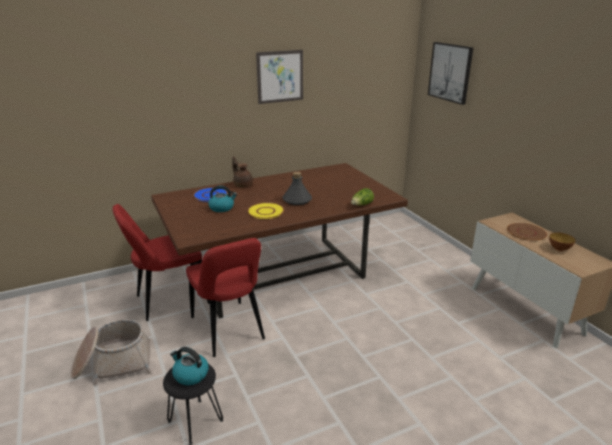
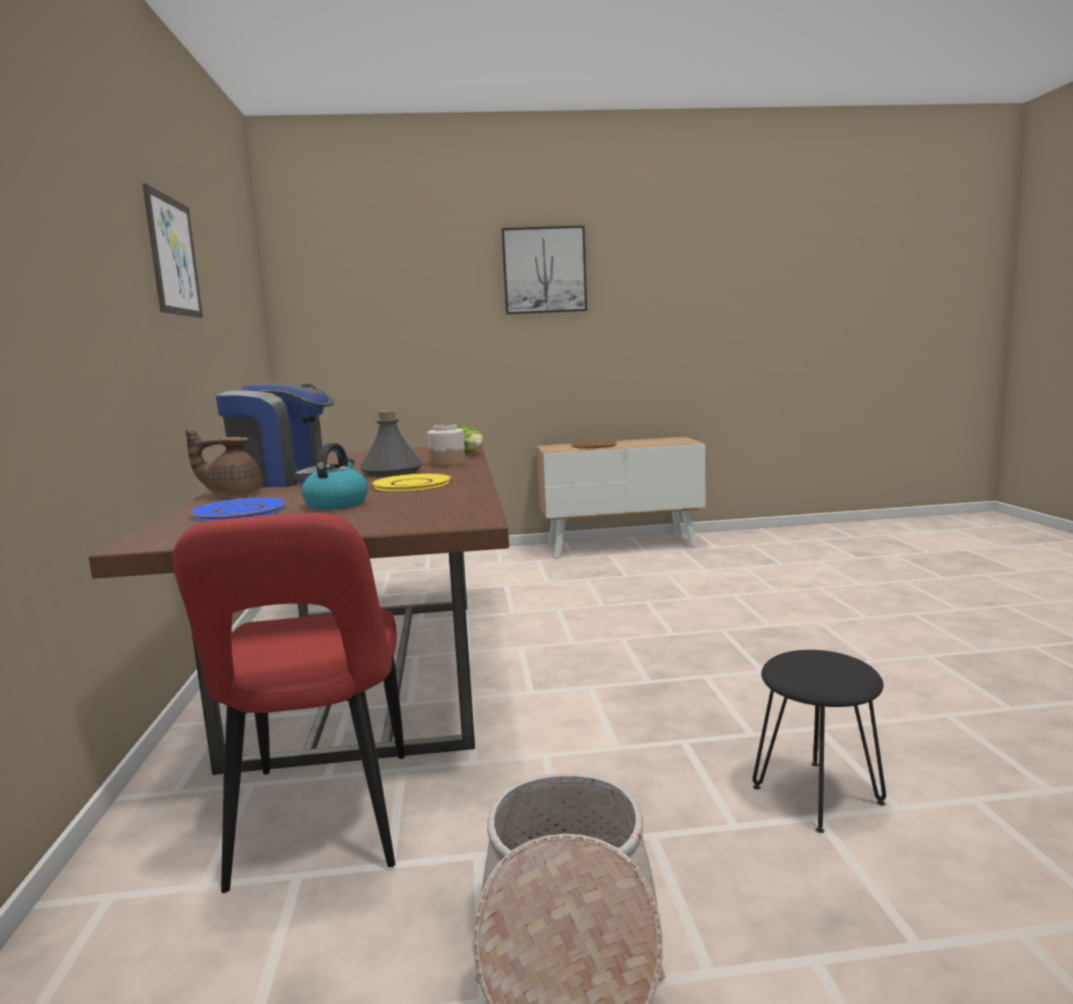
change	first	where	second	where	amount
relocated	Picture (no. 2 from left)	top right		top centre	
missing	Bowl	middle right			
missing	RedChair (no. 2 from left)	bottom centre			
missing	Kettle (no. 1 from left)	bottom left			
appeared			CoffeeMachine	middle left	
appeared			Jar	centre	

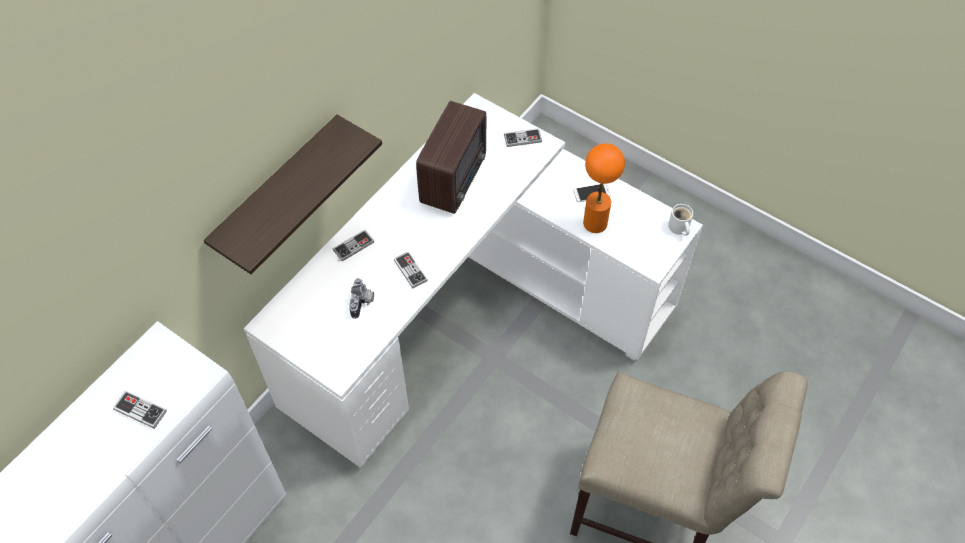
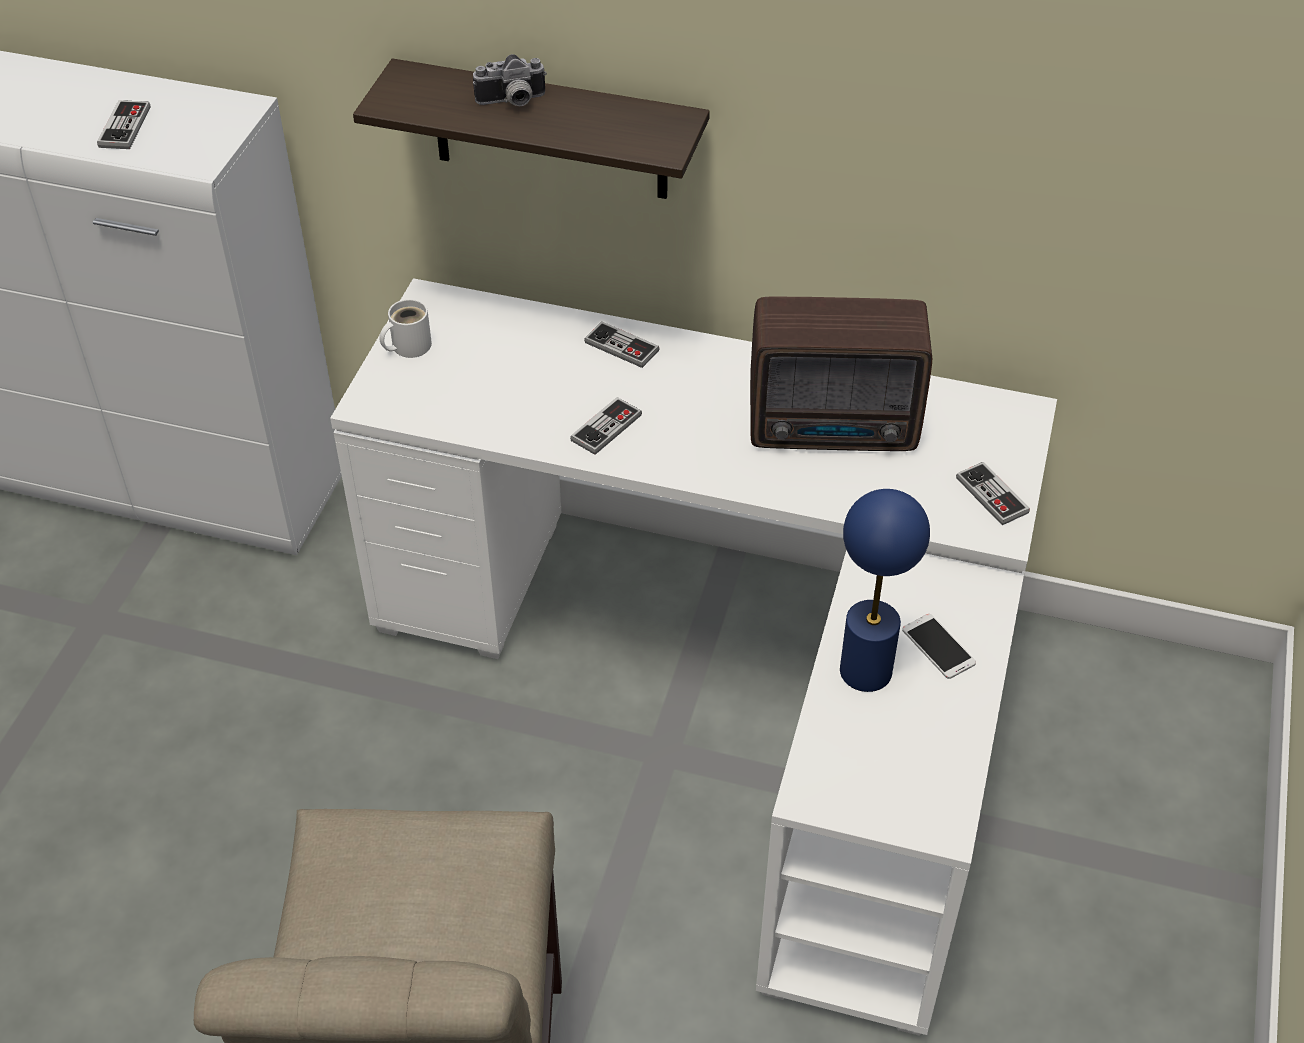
change	first	where	second	where	amount
colour	OrangeTableLamp	centre	BlueTableLamp	middle right	
relocated	WhiteMug	middle right		top left	
relocated	PhotoCamera	centre		top centre	

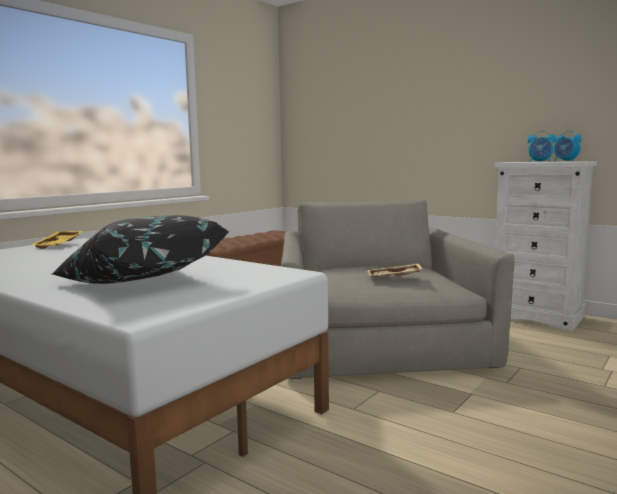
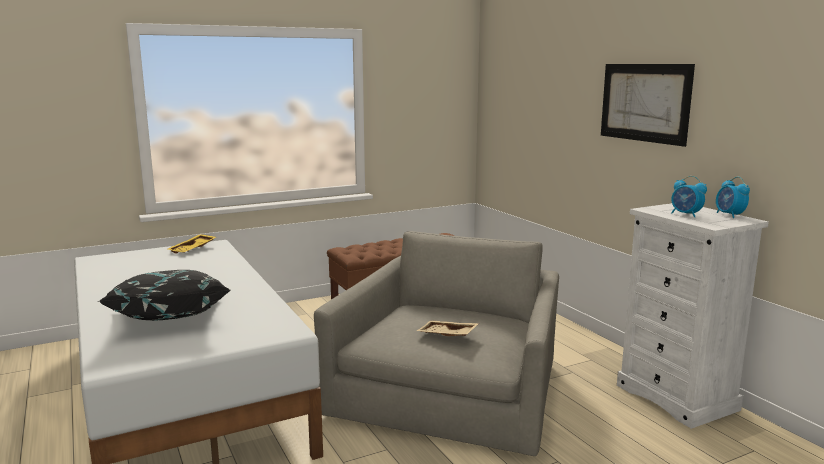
change	first	where	second	where	amount
appeared			Picture	top right	

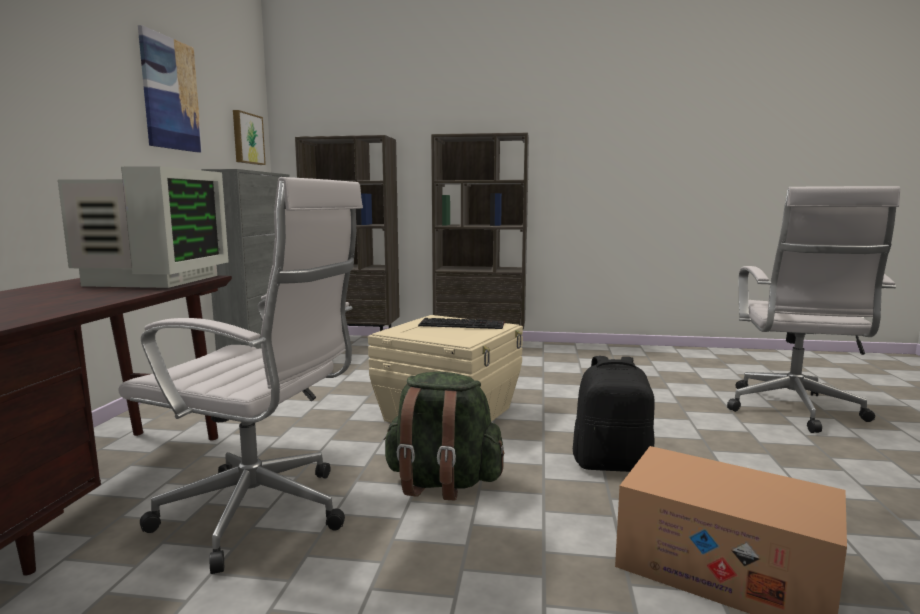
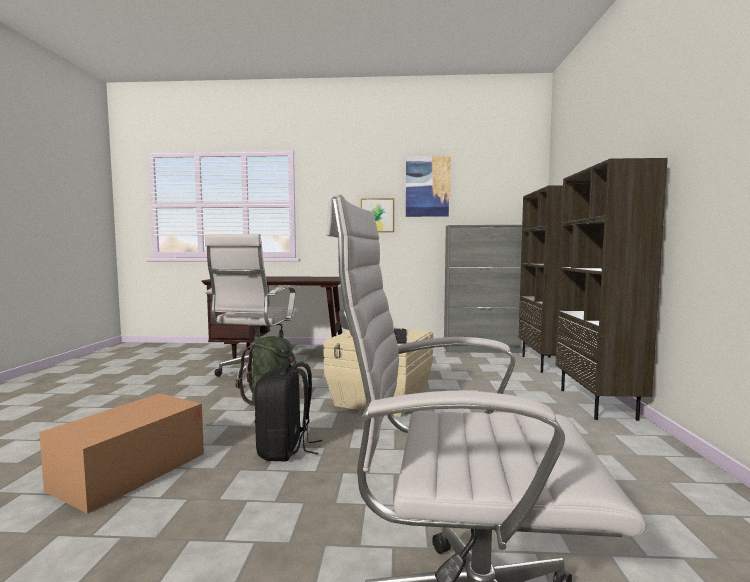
change	first	where	second	where	amount
relocated	Picture (no. 2 from left in the first image)	top left	Picture (no. 1 from left)	centre	
missing	Monitor	middle left			

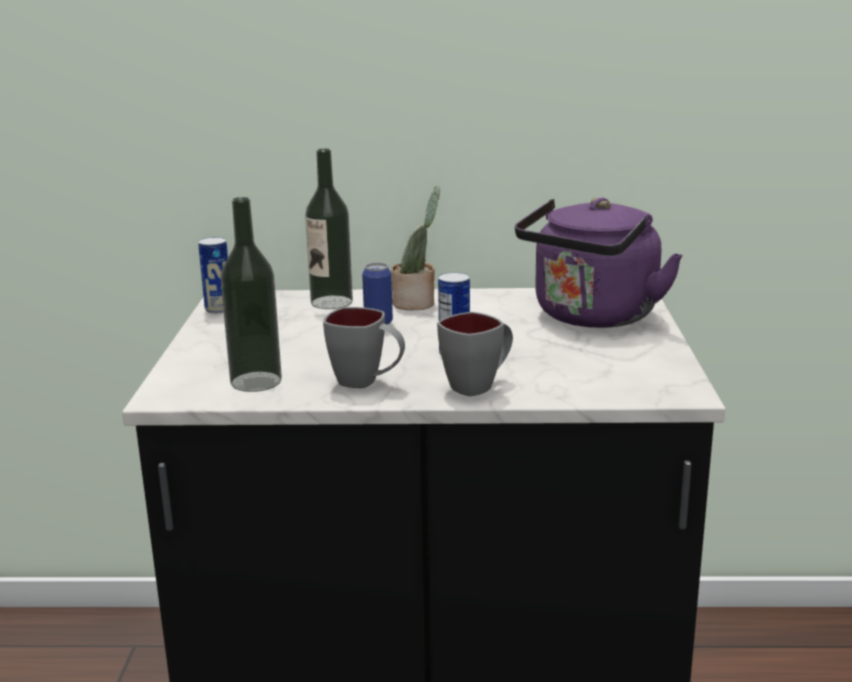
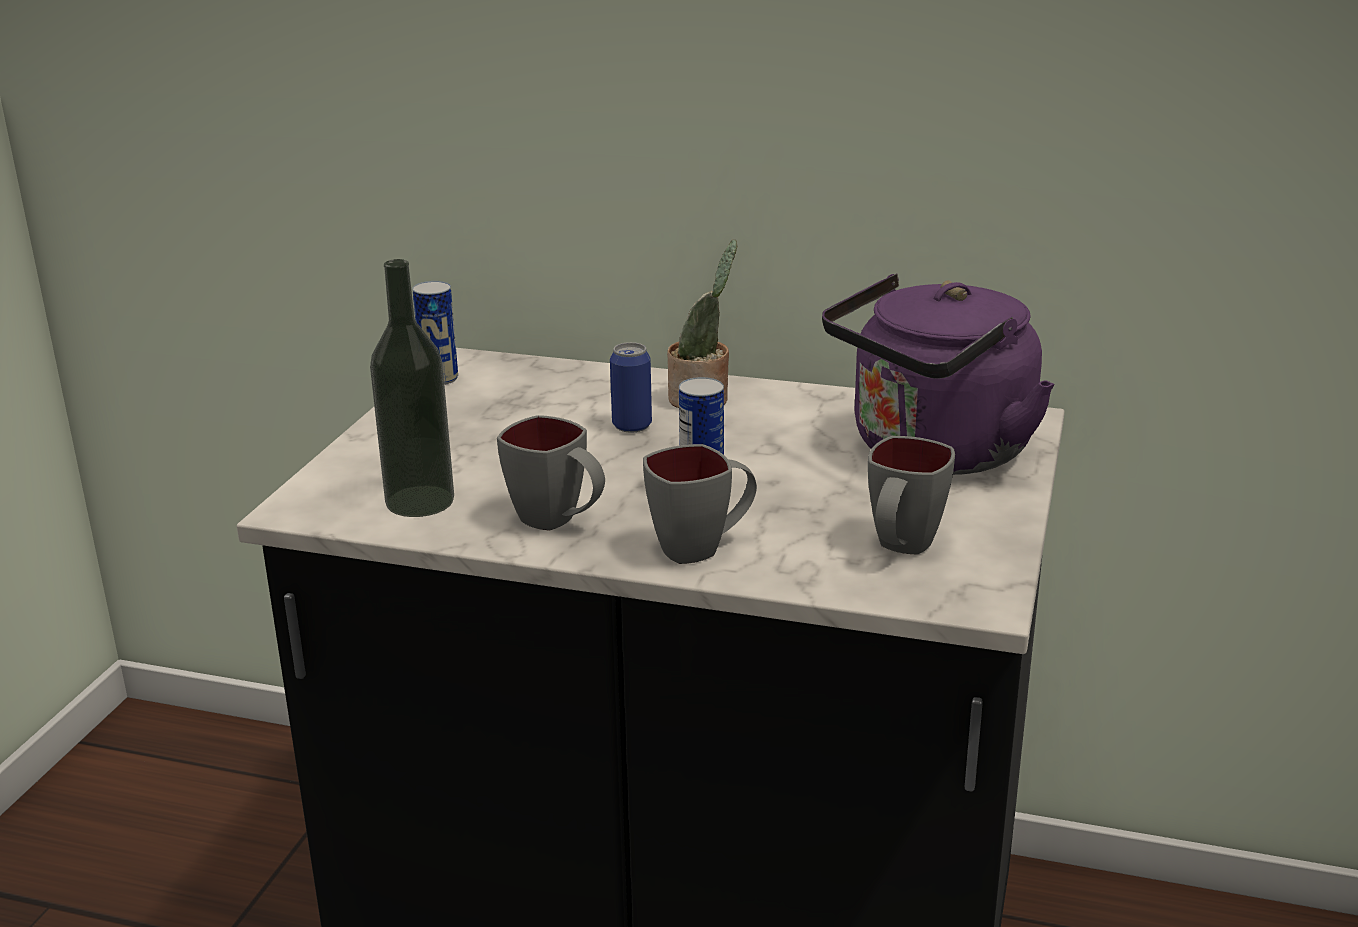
change	first	where	second	where	amount
missing	Bottle (no. 2 from left)	centre			
appeared			GreyMug (no. 3 from left)	middle right	

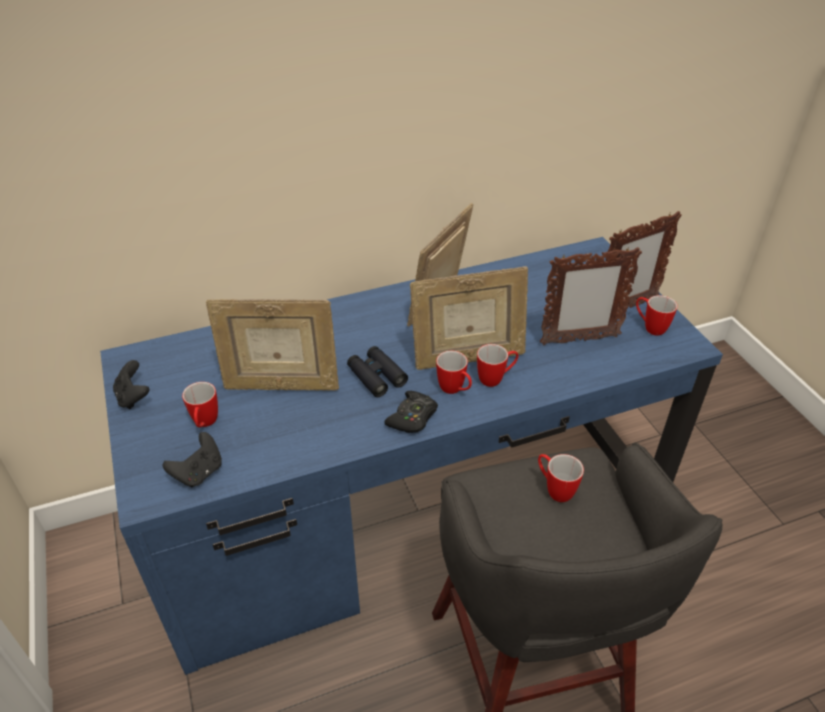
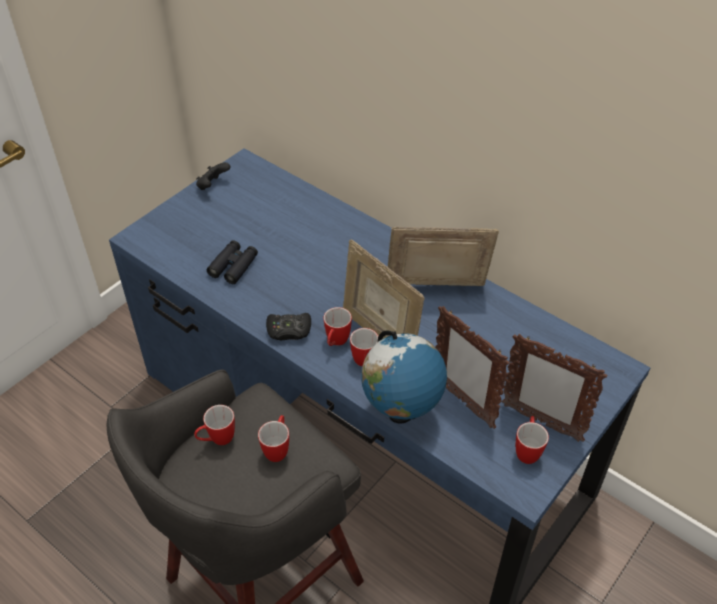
change	first	where	second	where	amount
missing	PictureFrame (no. 1 from left)	middle left			
relocated	BlackBinoculars	centre		middle left	
relocated	Mug (no. 1 from left)	middle left		bottom left	
missing	BlackGameController (no. 2 from left)	middle left			
appeared			Globe	centre	

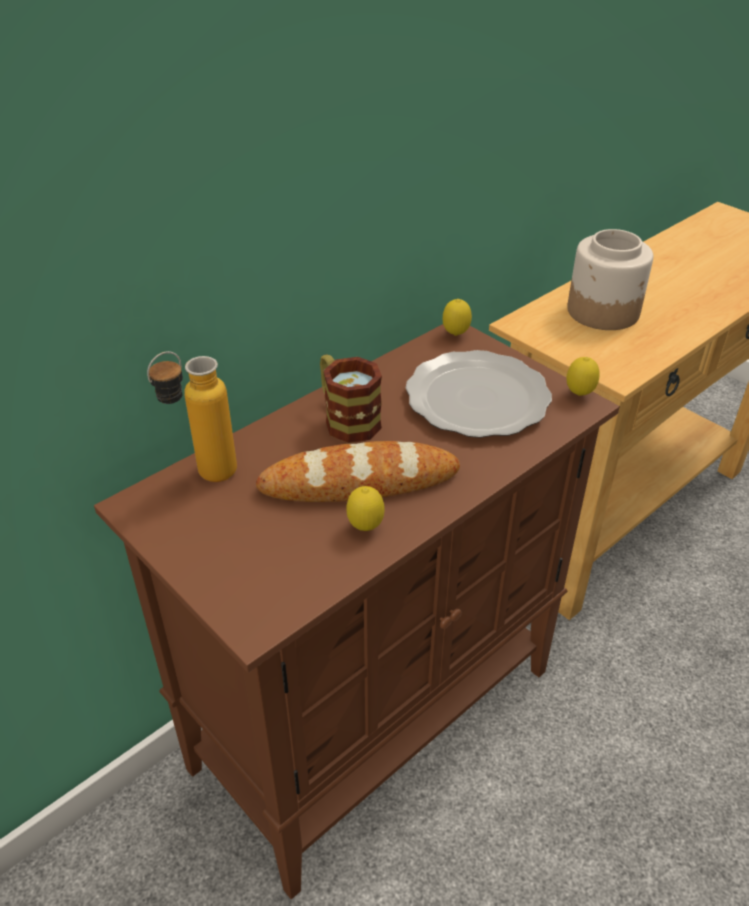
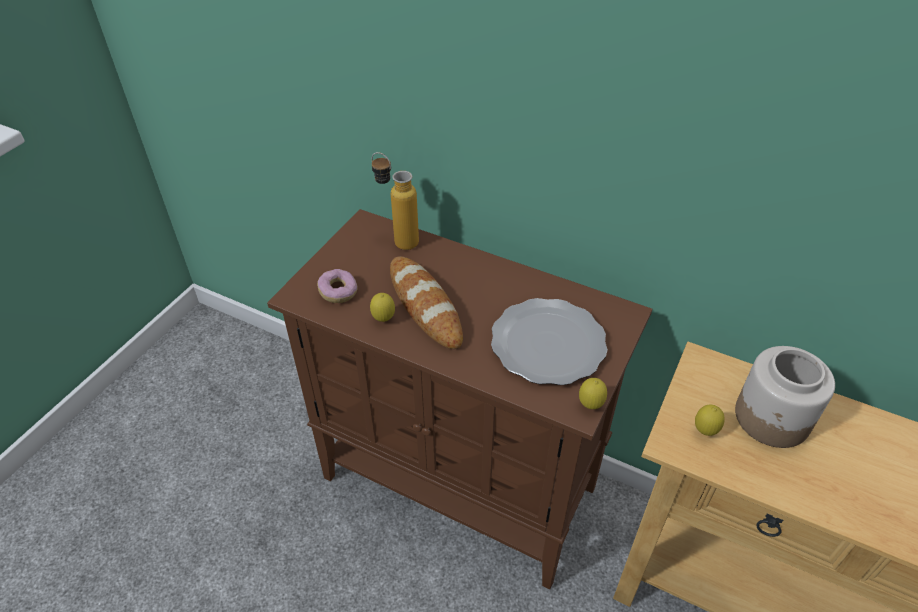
change	first	where	second	where	amount
relocated	Lemon (no. 2 from left in the first image)	centre	Lemon (no. 3 from left)	bottom right	
missing	Mug	centre			
appeared			Donut	centre	

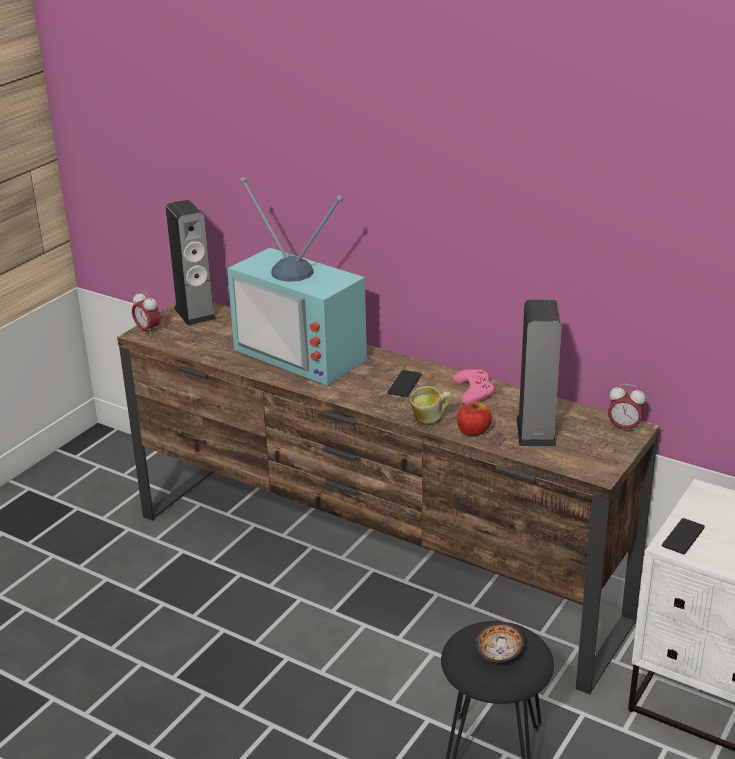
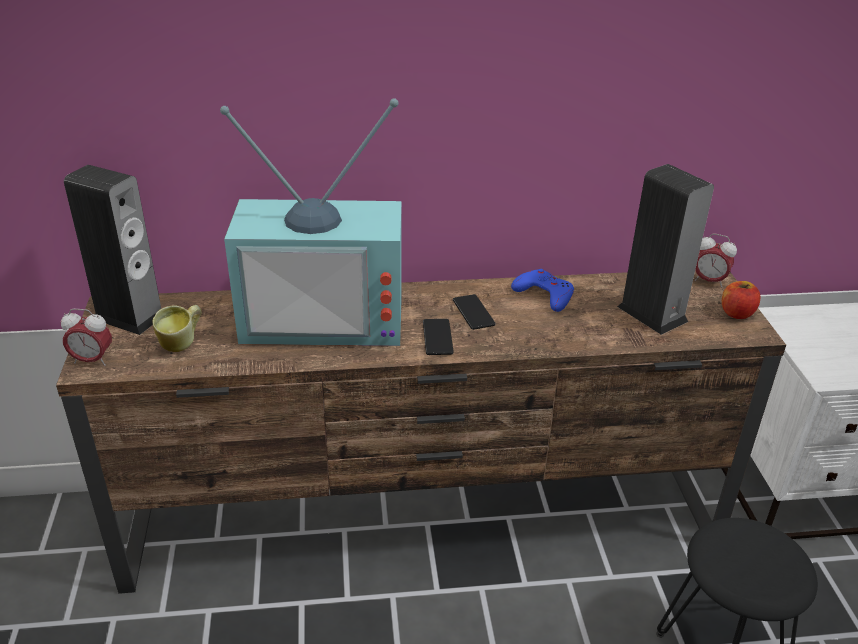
change	first	where	second	where	amount
colour	PinkGameController	centre	BlueGameController	centre	
spun	AlarmClock (no. 2 from left)	middle right		middle right	45 degrees clockwise
relocated	Mug	centre		middle left	
relocated	Apple	centre		middle right	
relocated	Phone (no. 2 from left in the first image)	bottom right	Phone (no. 1 from left)	centre	
missing	Bowl	bottom right			

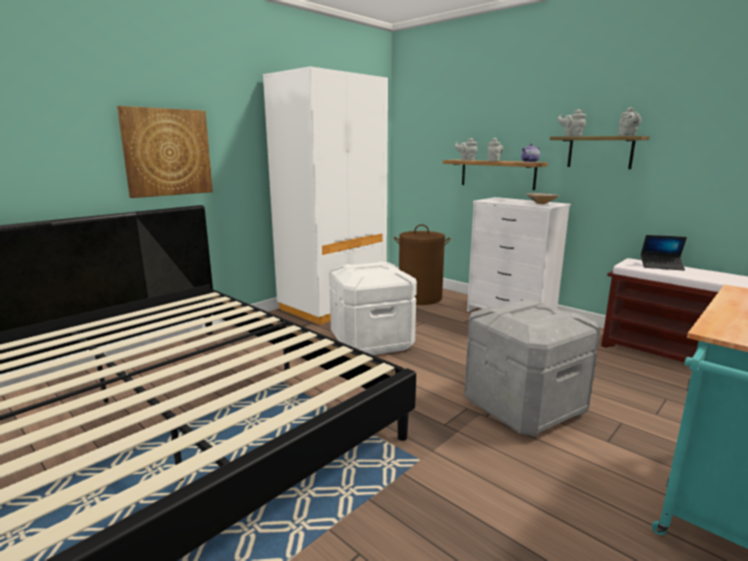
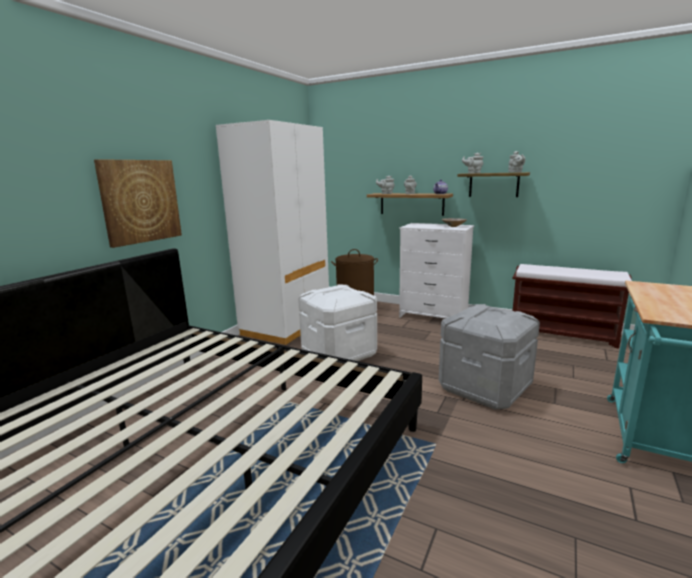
change	first	where	second	where	amount
missing	Laptop	middle right			

